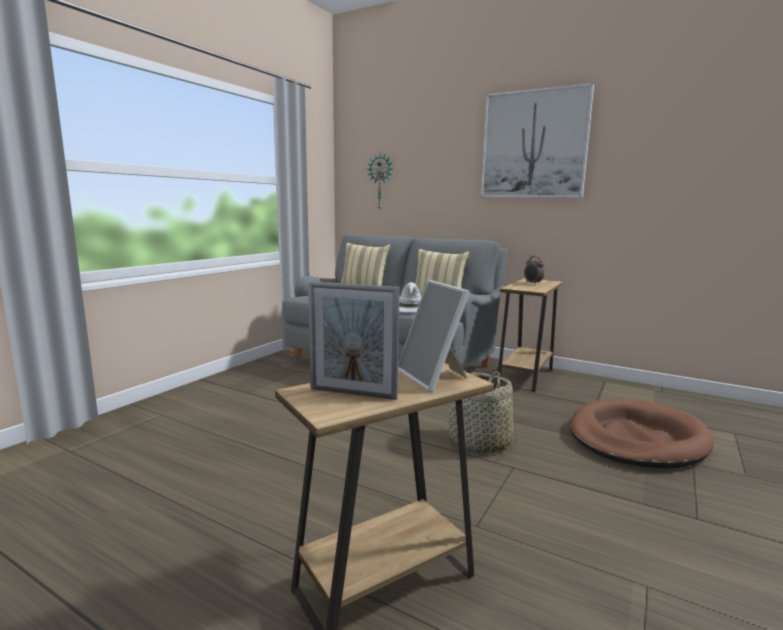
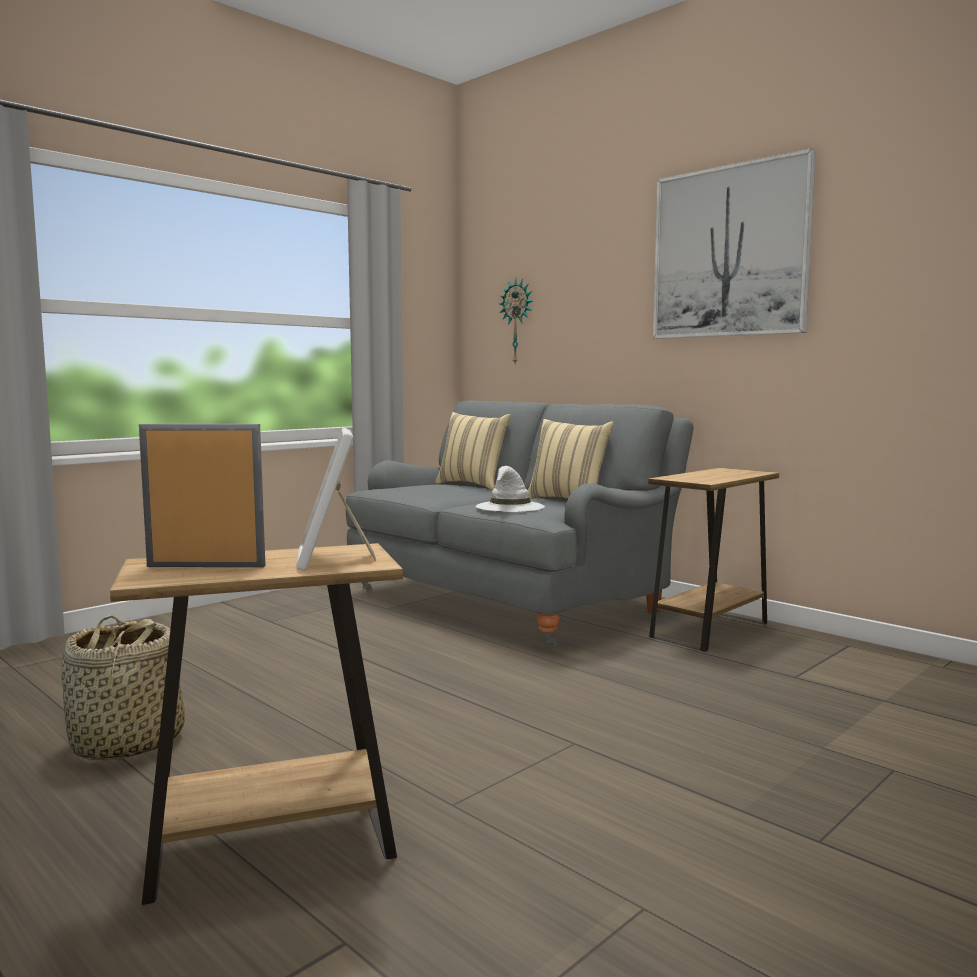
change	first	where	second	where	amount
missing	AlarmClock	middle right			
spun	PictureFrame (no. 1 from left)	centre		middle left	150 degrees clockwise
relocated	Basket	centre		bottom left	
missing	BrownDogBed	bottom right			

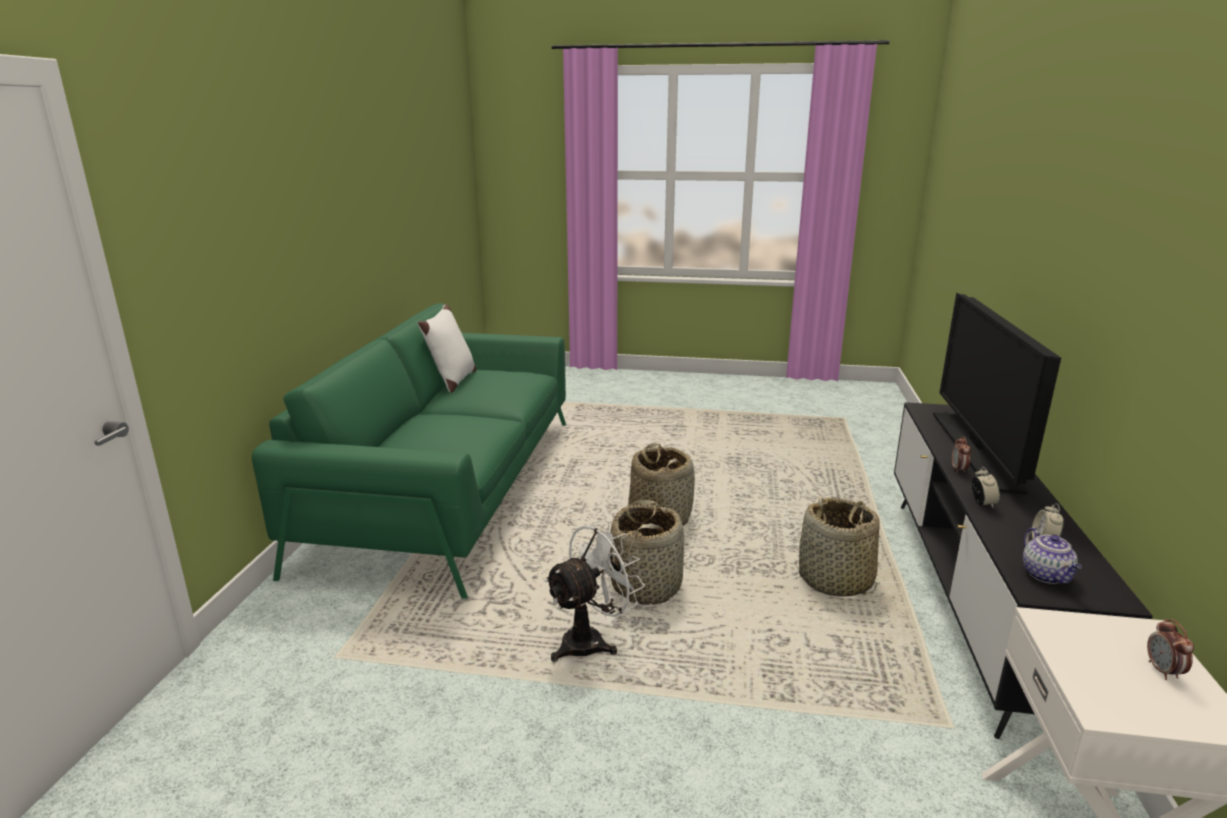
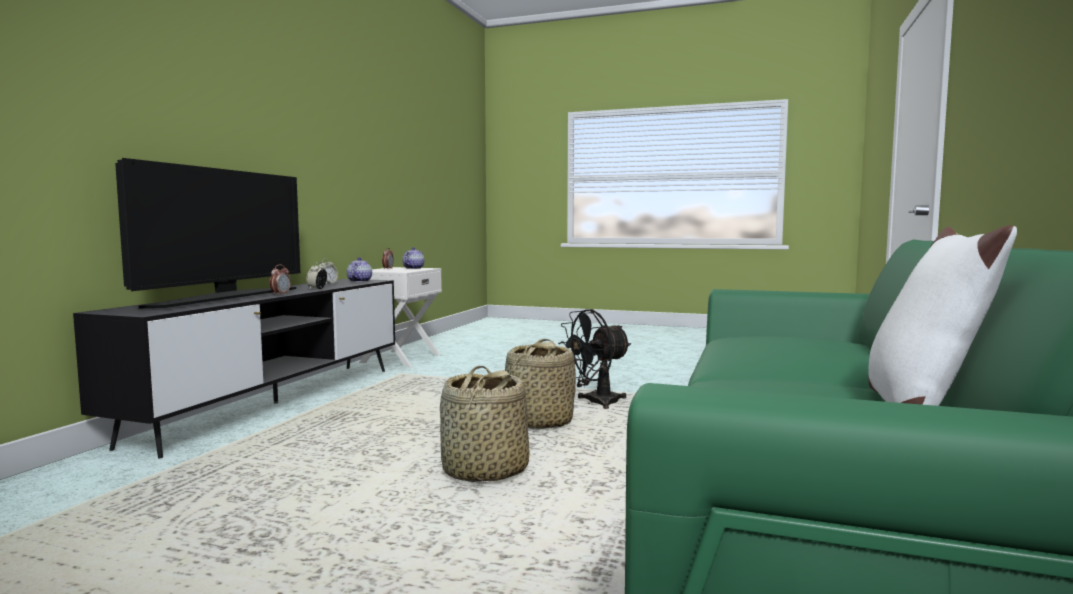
change	first	where	second	where	amount
missing	Basket (no. 3 from left)	bottom right			
colour	WhiteFan	bottom centre	BlackFan	centre	
appeared			Teapot (no. 2 from left)	centre	

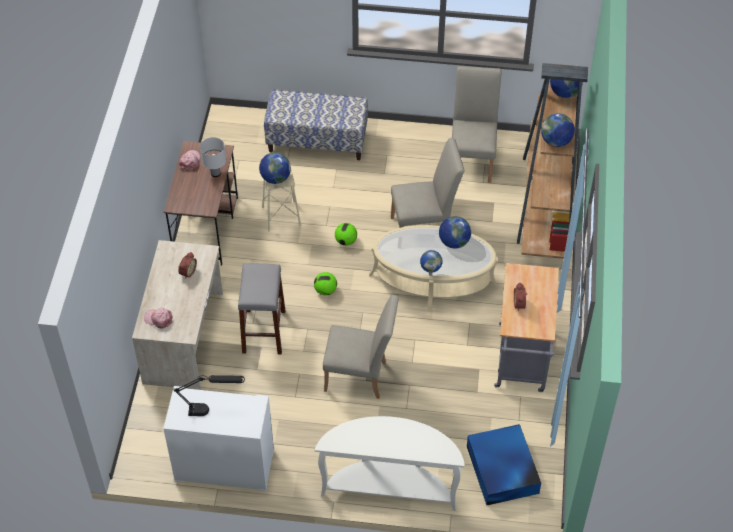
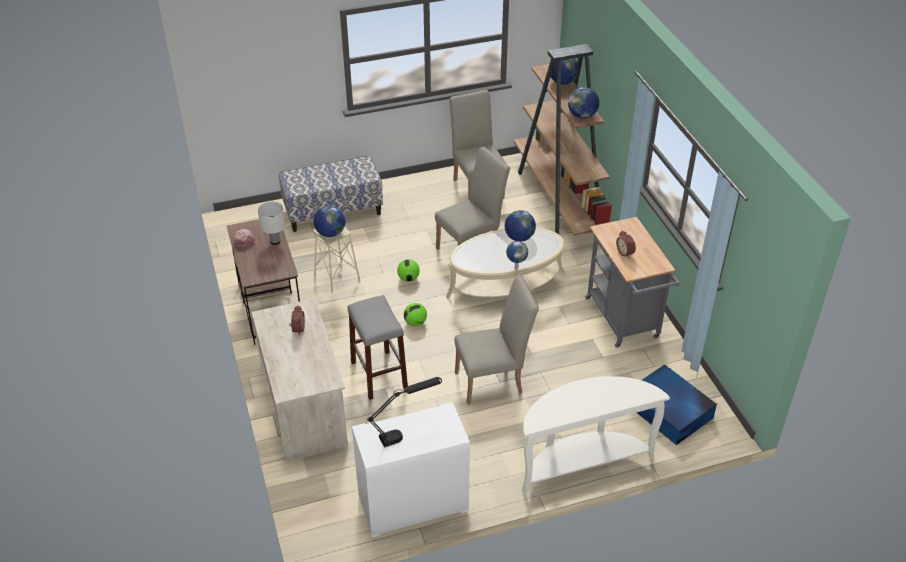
change	first	where	second	where	amount
missing	PinkCap (no. 1 from left)	middle left			

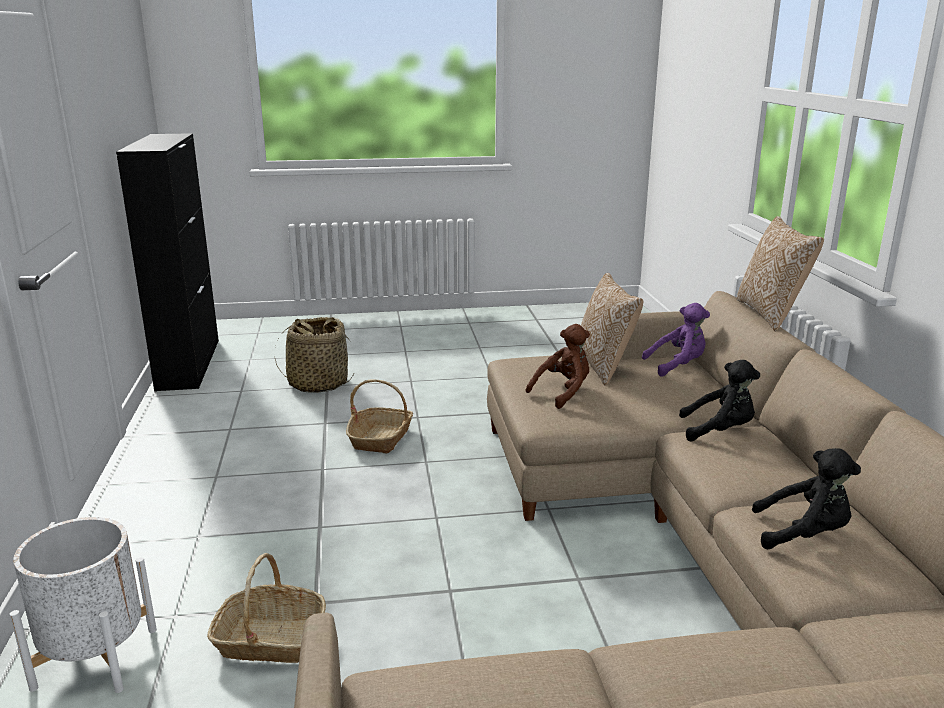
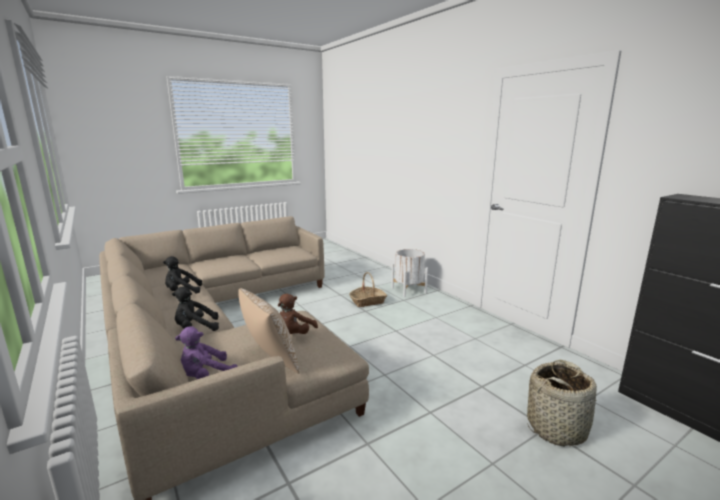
change	first	where	second	where	amount
missing	Pillow (no. 2 from left)	middle right			
missing	Basket (no. 3 from left)	centre			

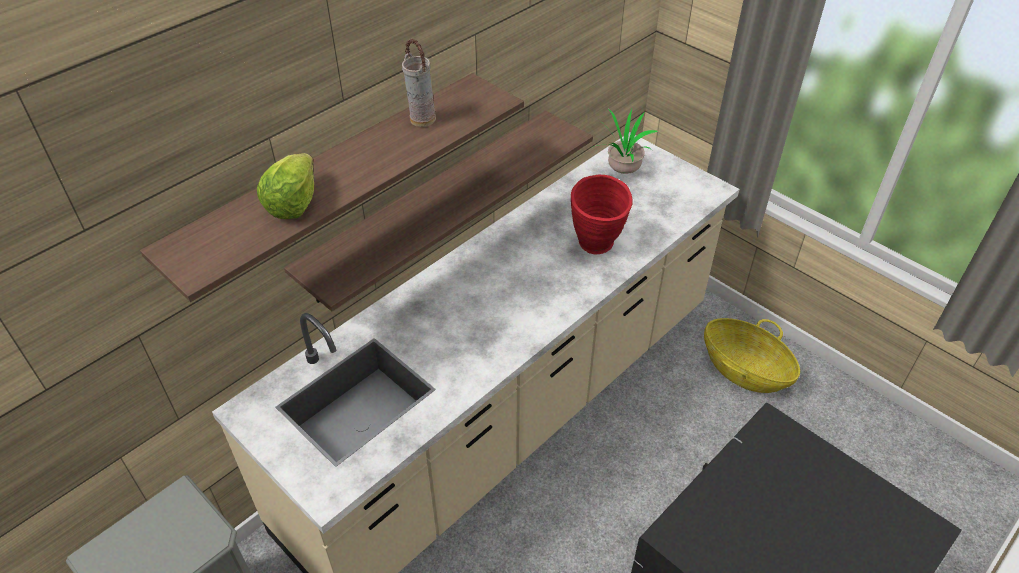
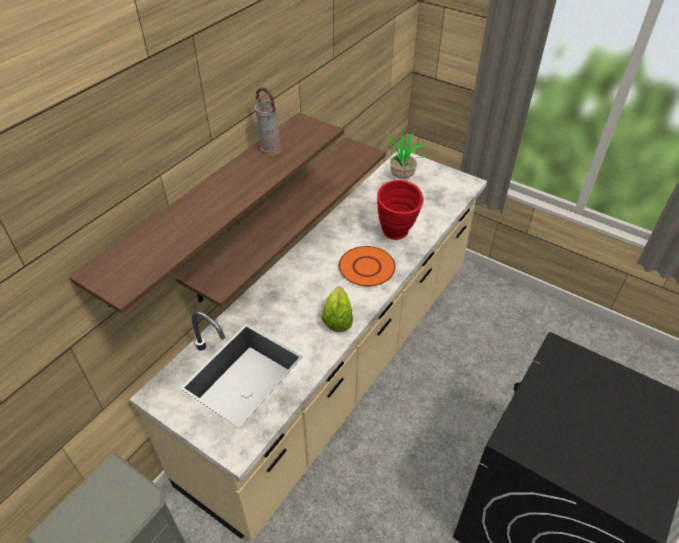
change	first	where	second	where	amount
relocated	Lettuce	top left		centre	
missing	Basket	middle right			
appeared			OrangePlate	centre	

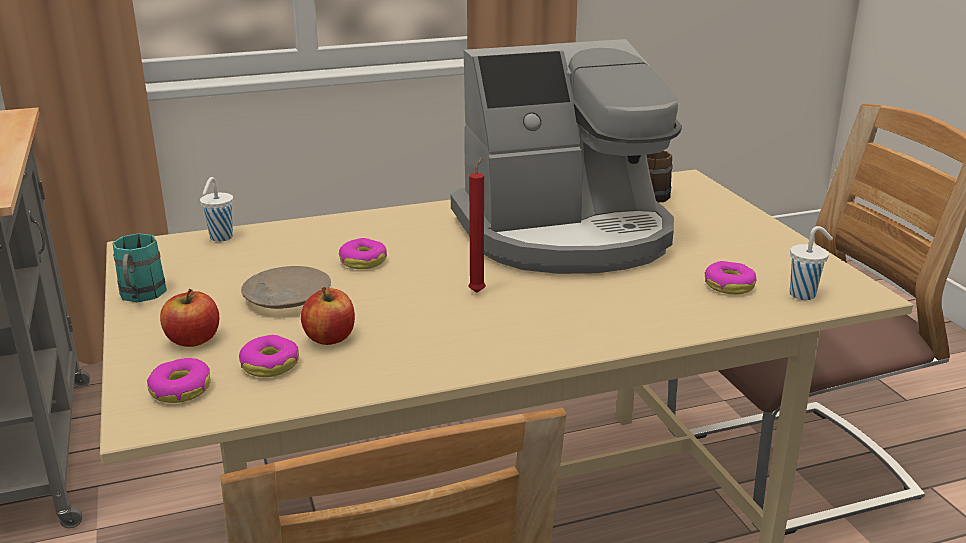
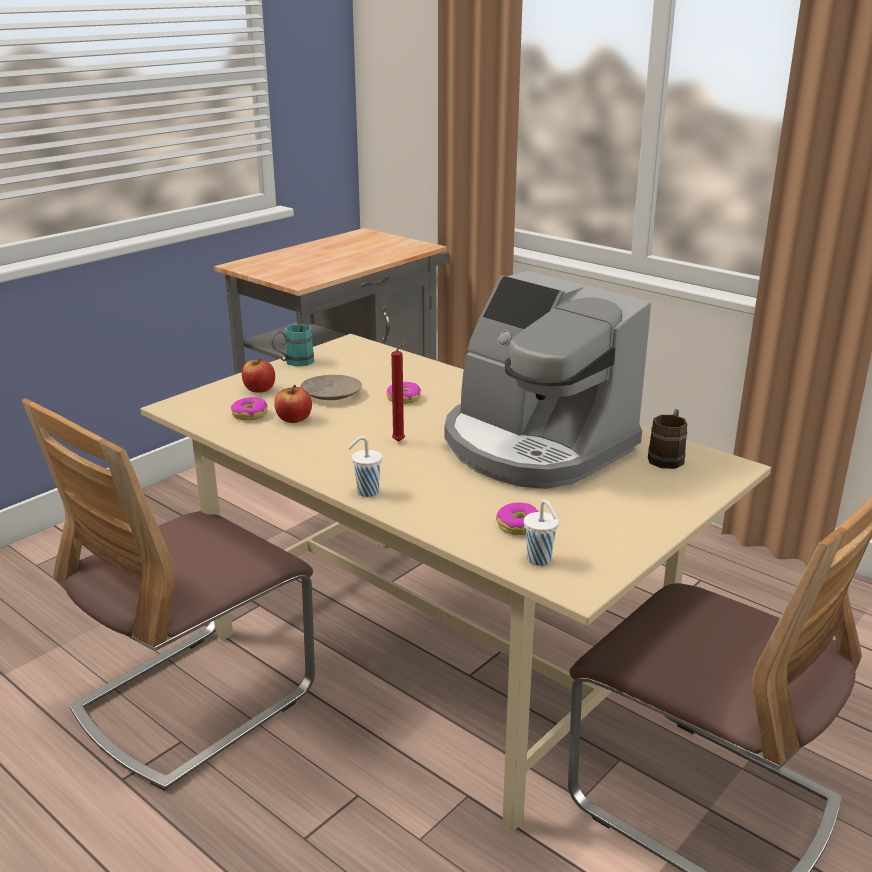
change	first	where	second	where	amount
relocated	WhiteCup (no. 1 from left)	middle left		centre	
missing	Donut (no. 1 from left)	bottom left			

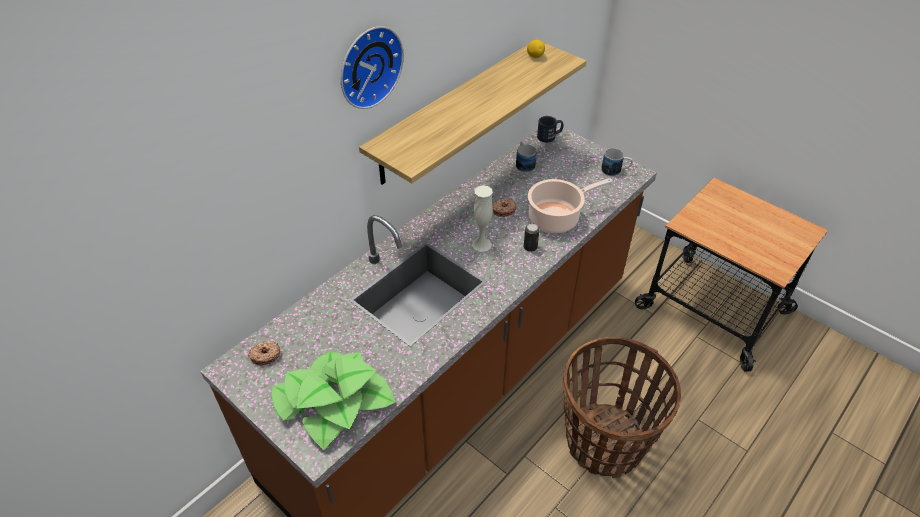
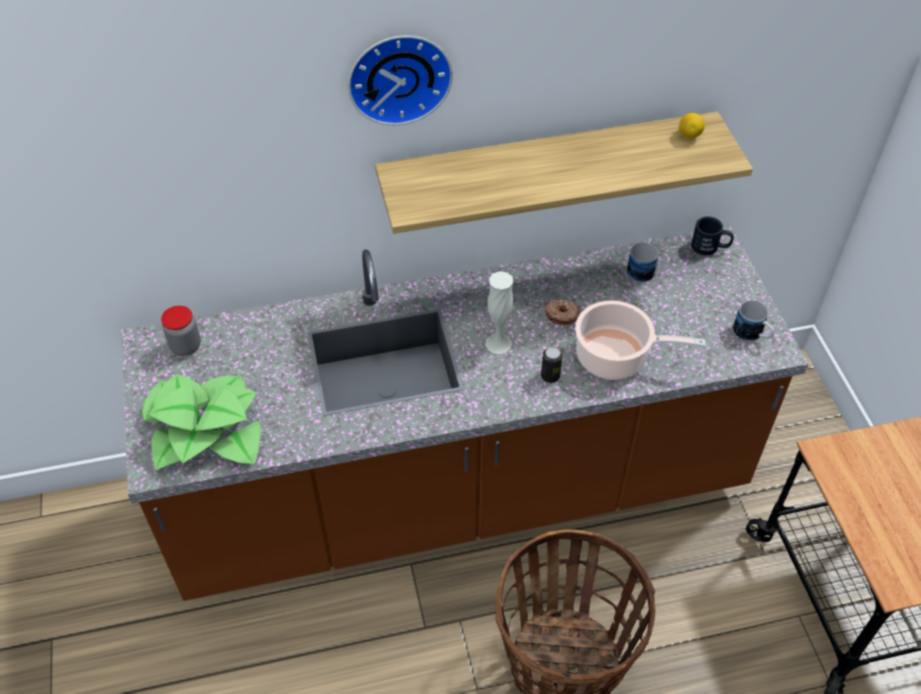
change	first	where	second	where	amount
exchanged	Donut (no. 1 from left)	bottom left	Jar	middle left	

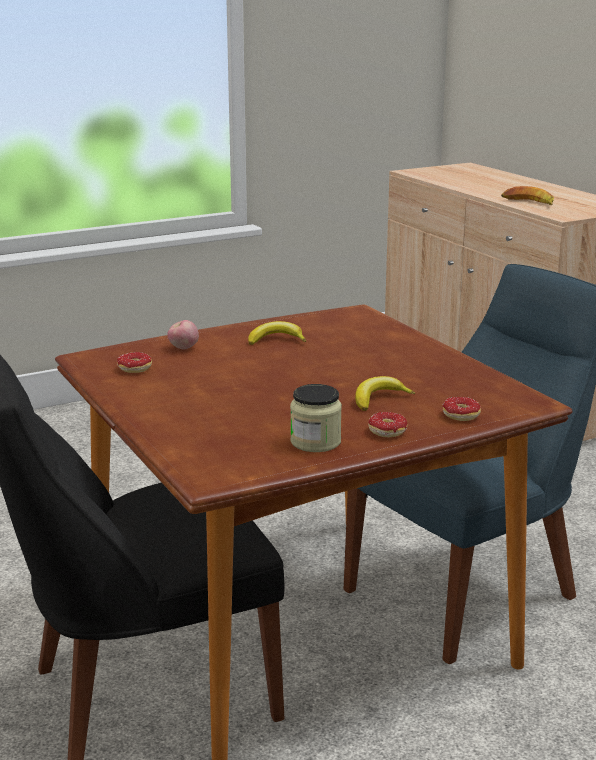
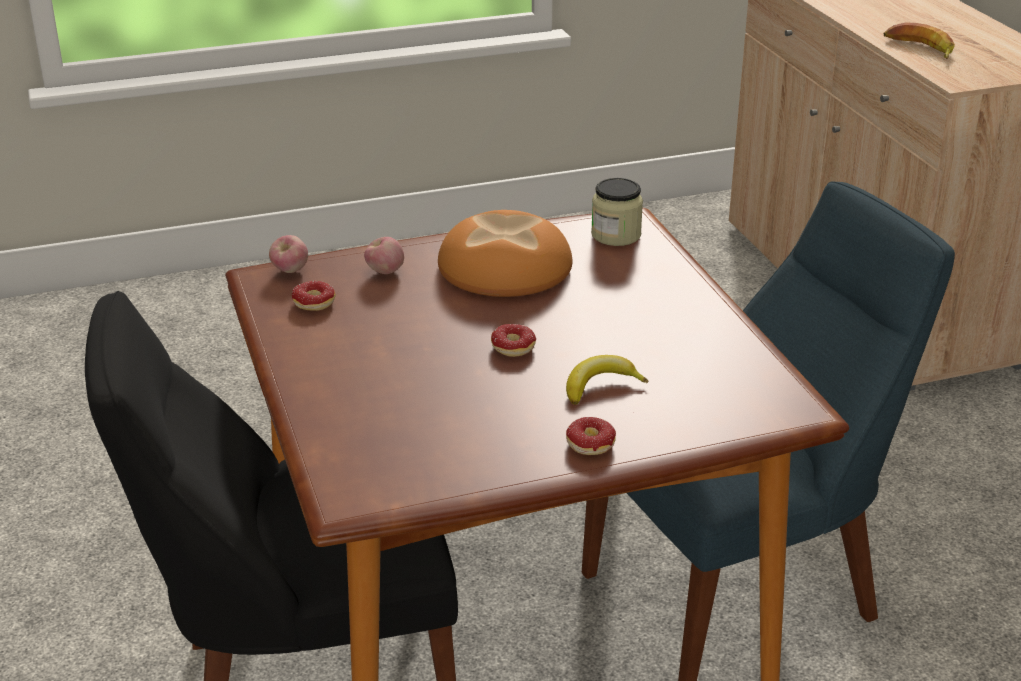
change	first	where	second	where	amount
exchanged	Banana (no. 1 from left)	centre	Bread	centre	
relocated	Jar	centre		top centre	
relocated	Donut (no. 3 from left in the first image)	middle right	Donut (no. 2 from left)	centre	
appeared			Apple (no. 1 from left)	middle left	

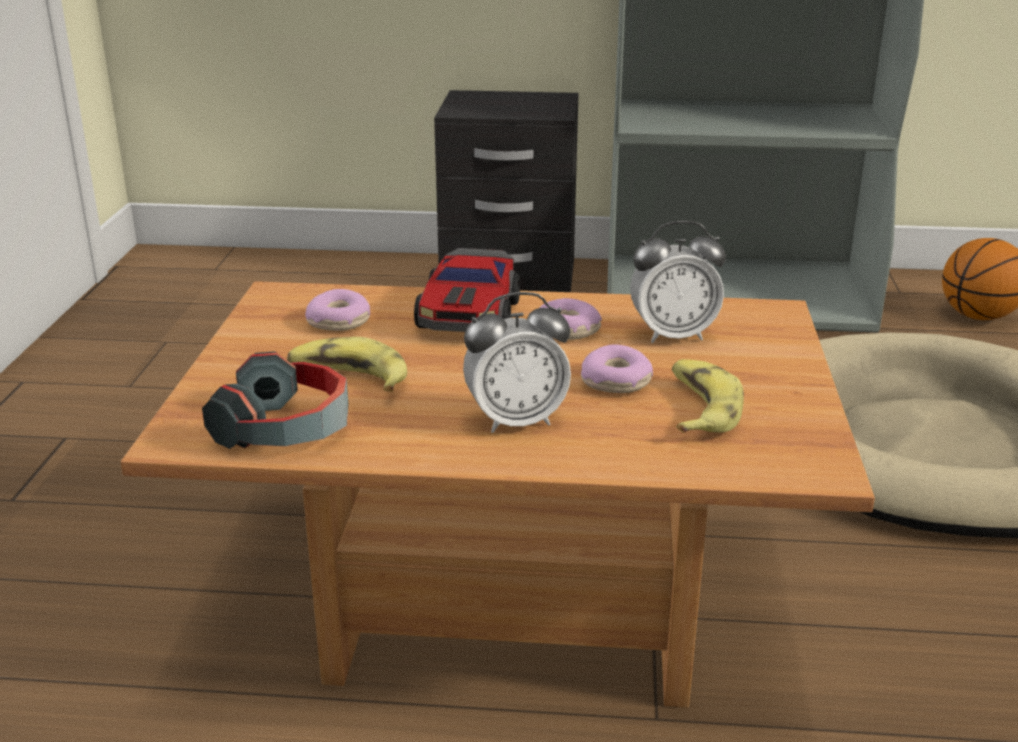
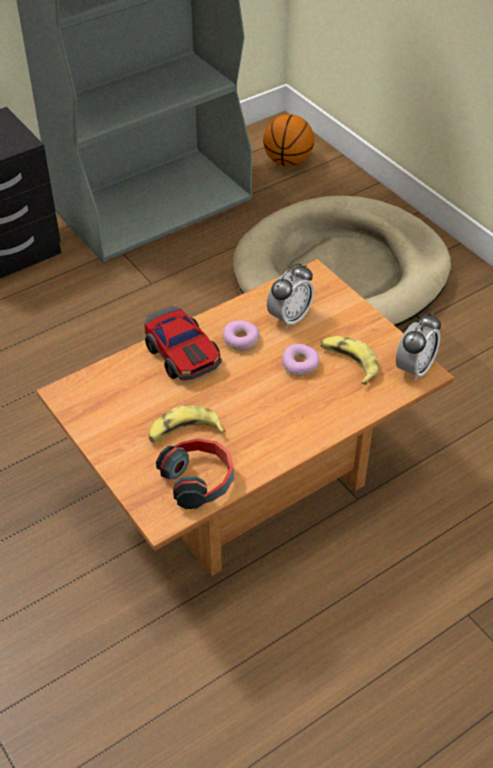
change	first	where	second	where	amount
missing	Donut (no. 1 from left)	middle left			
relocated	AlarmClock (no. 1 from left in the first image)	centre	AlarmClock (no. 2 from left)	middle right	

